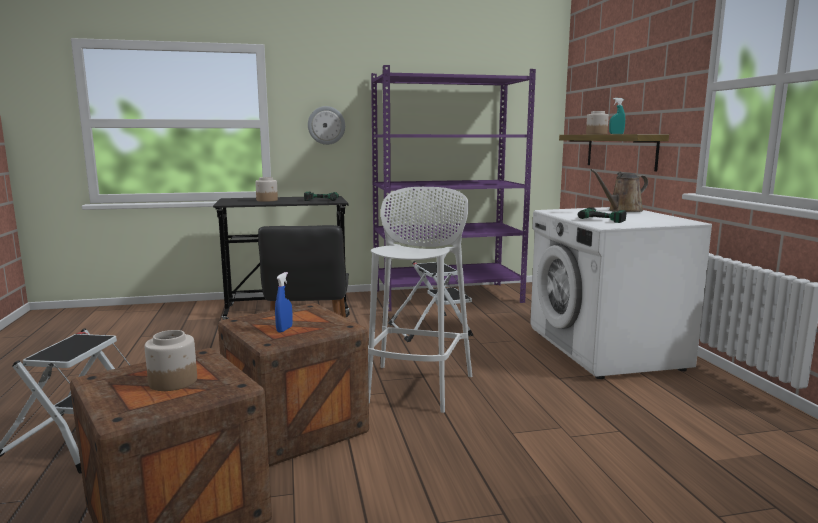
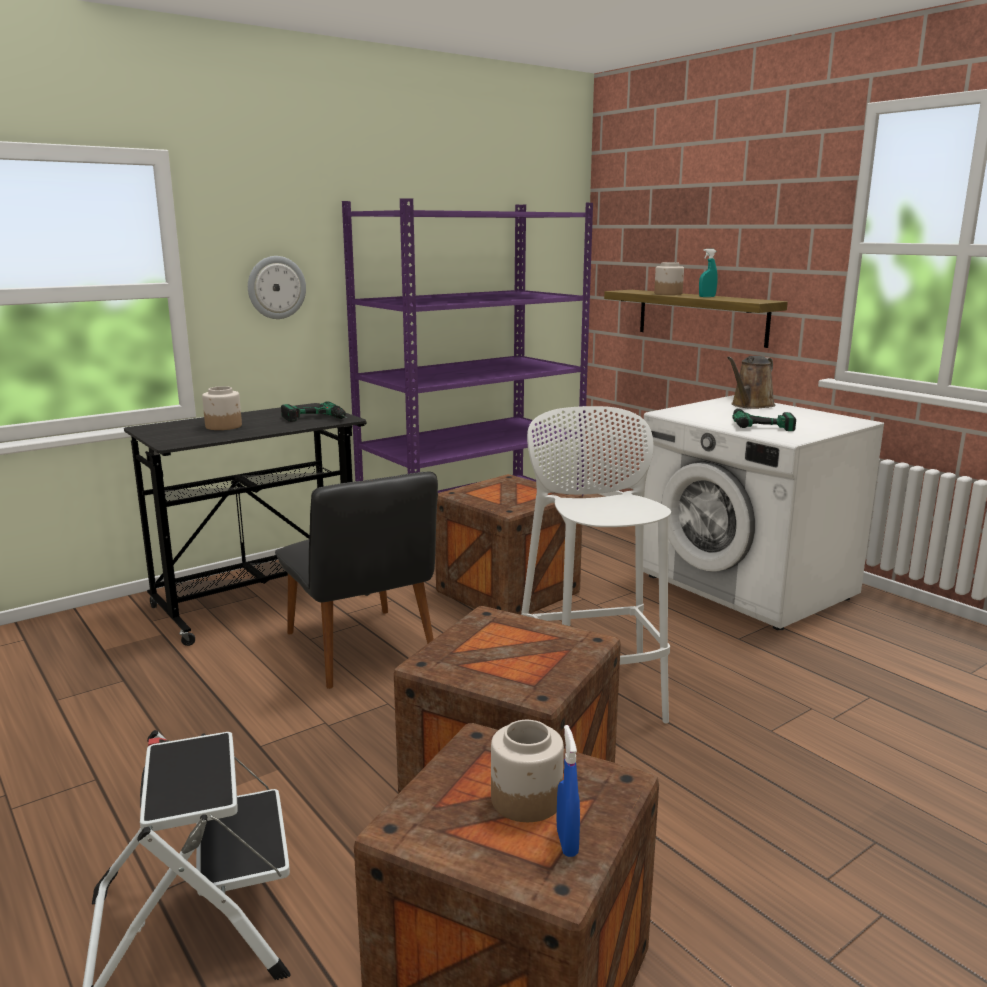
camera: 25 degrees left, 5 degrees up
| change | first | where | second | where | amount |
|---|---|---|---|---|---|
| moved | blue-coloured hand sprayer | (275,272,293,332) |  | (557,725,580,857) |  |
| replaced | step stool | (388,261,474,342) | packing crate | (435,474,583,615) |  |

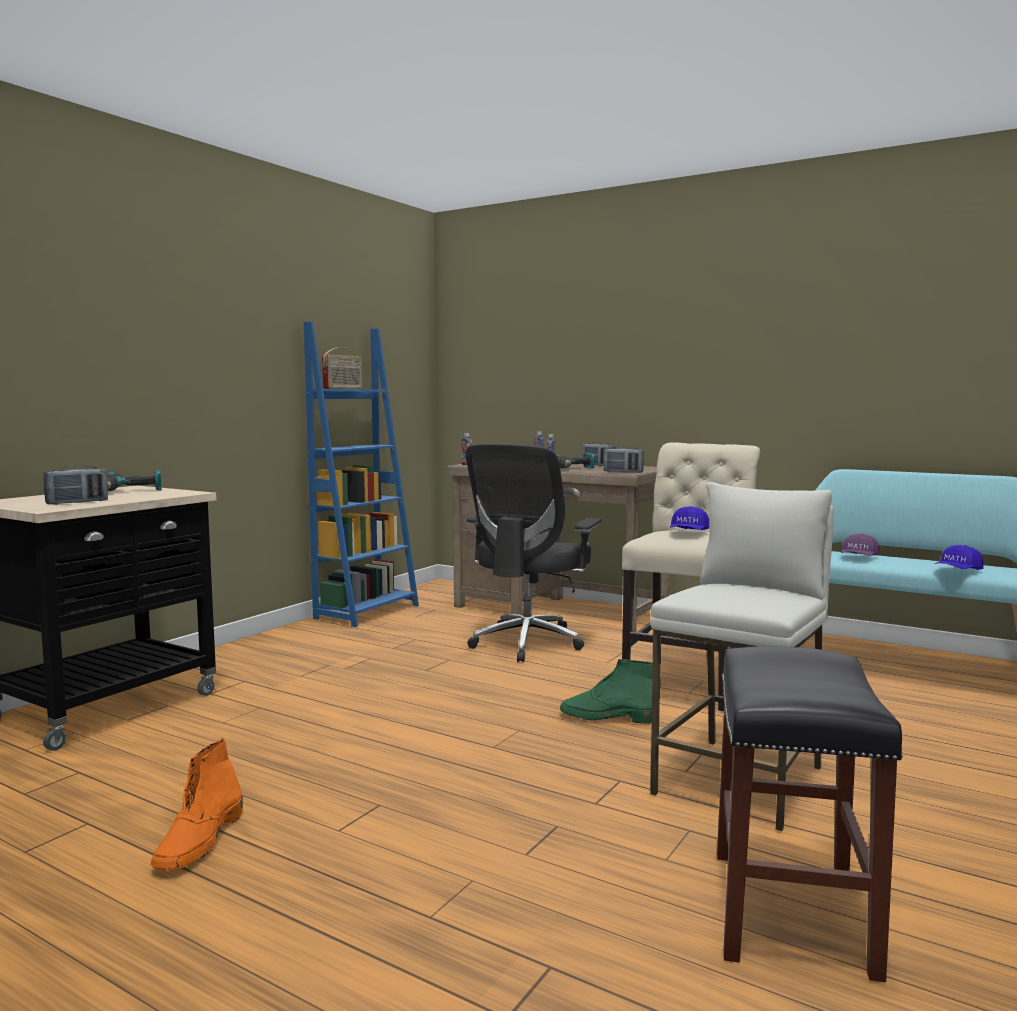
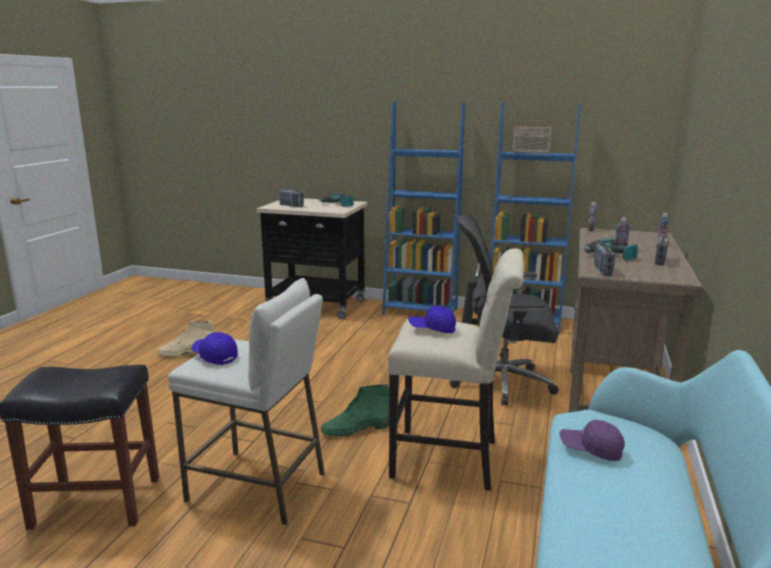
camera: 75 degrees right, 10 degrees up
| change | first | where | second | where | amount |
|---|---|---|---|---|---|
| recoloured | orange boot | (151,738,243,871) | beige-coloured boot | (157,321,214,358) |  |
| turned | green-coloured boot | (560,659,661,724) |  | (321,384,389,437) | 105 degrees counterclockwise |
| moved | blue-coloured peaked cap | (935,545,983,570) |  | (192,332,238,365) |  |
| added |  |  | blue-coloured bookcase | (382,101,465,315) |  |

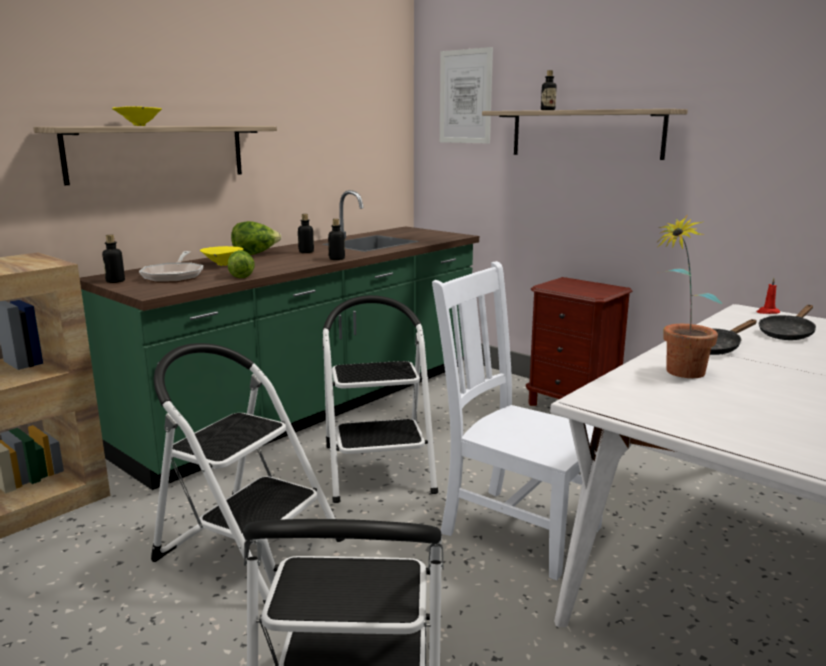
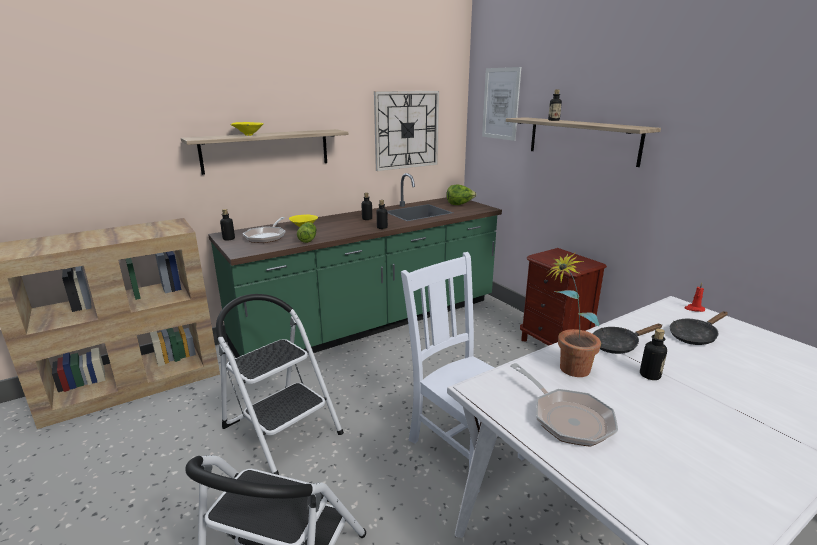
camera: 15 degrees right, 5 degrees up
| change | first | where | second | where | amount |
|---|---|---|---|---|---|
| moved | lettuce head | (231,221,281,255) |  | (446,184,477,205) |  |
| removed | step stool | (322,295,438,503) |  |  |  |
| added |  |  | wall clock | (374,91,439,171) |  |
| added |  |  | skillet | (510,363,618,447) |  |
| added |  |  | drink bottle | (640,329,667,380) |  |

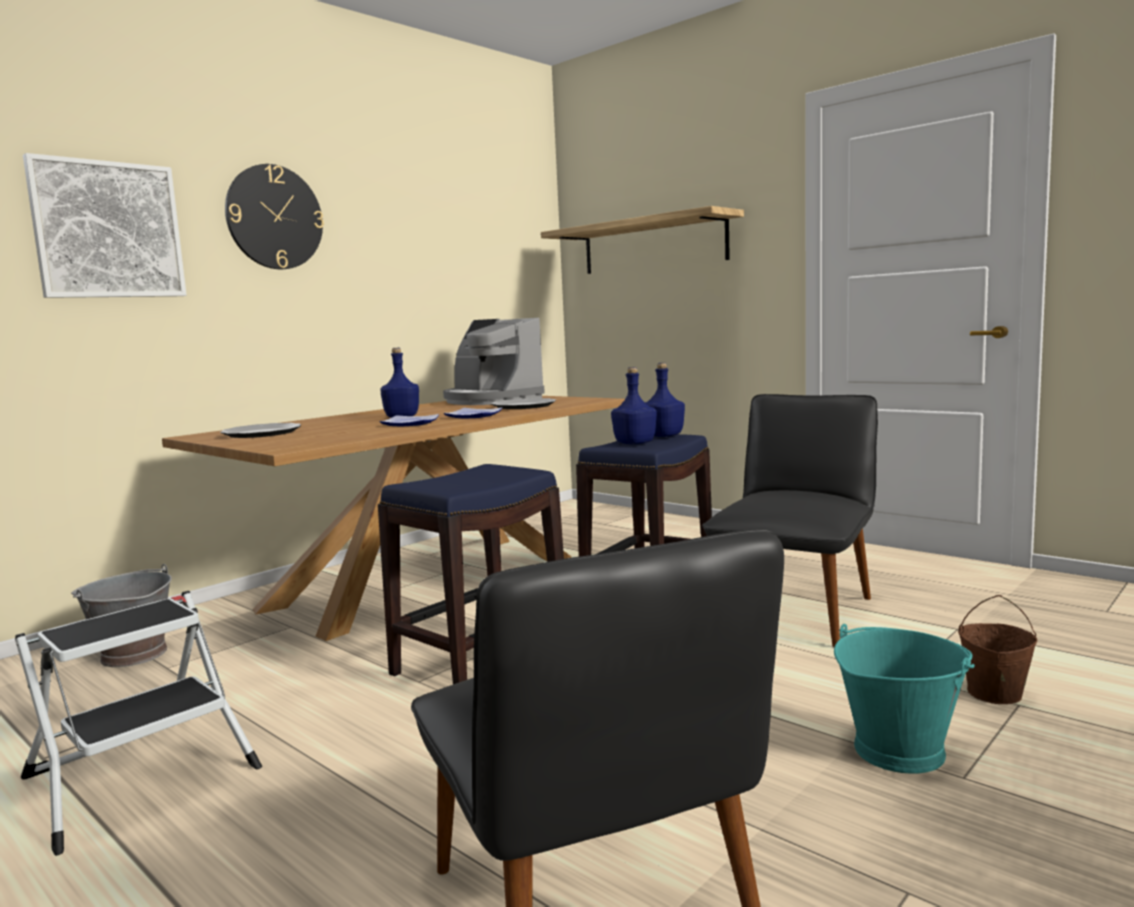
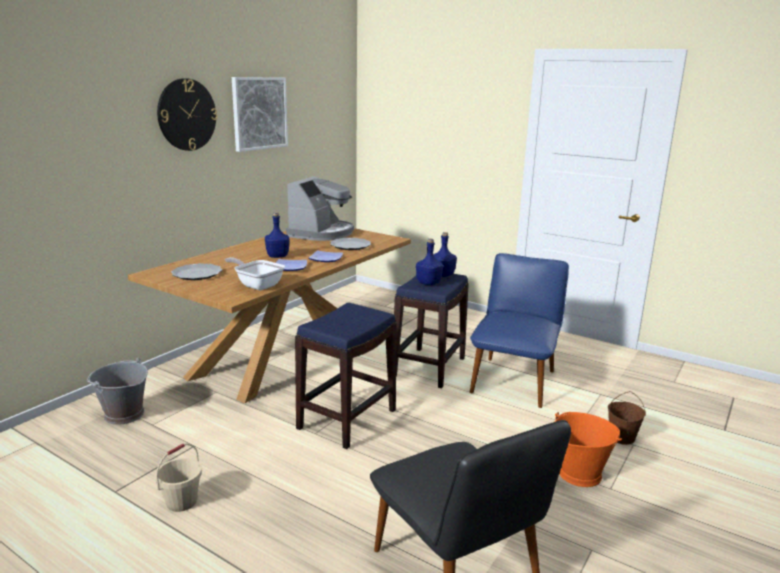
camera: 10 degrees left, 10 degrees up
| change | first | where | second | where | amount |
|---|---|---|---|---|---|
| replaced | step stool | (15,591,262,856) | beige-coloured pail | (155,443,202,512) |  |
| moved | wall picture | (23,153,187,298) |  | (232,77,288,152) |  |
| turned | coffee maker | (443,318,545,405) |  | (286,176,354,241) | 105 degrees counterclockwise |
| removed | bracket shelf | (541,206,744,274) |  |  |  |
| recoloured | blackish upright chair | (702,394,878,647) | blue-coloured upright chair | (470,253,569,408) |  |
| recoloured | turquoise-coloured pail | (834,624,975,774) | orange pail | (555,412,622,487) |  |
| added |  |  | skillet | (225,257,285,290) |  |

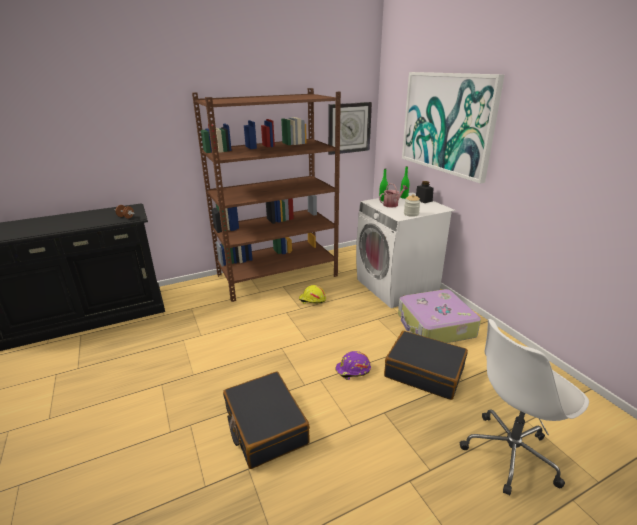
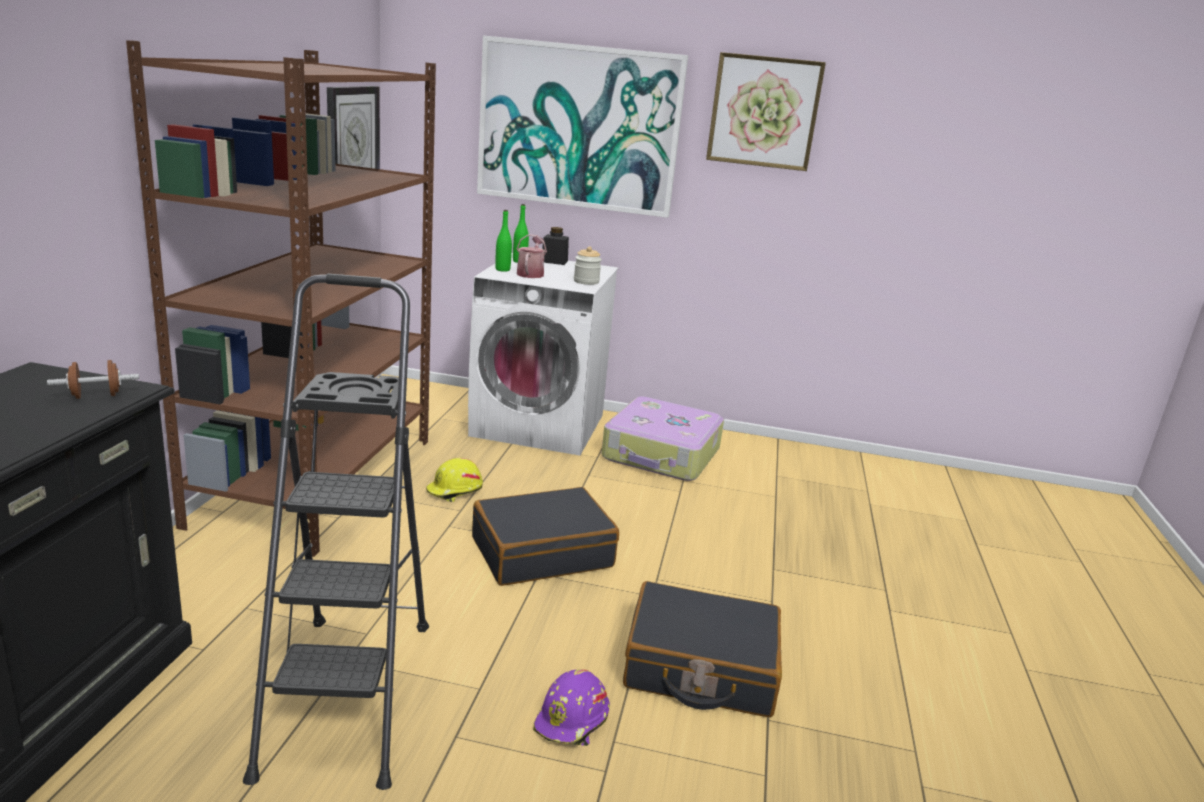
camera: 55 degrees left, 5 degrees down
| change | first | where | second | where | amount |
|---|---|---|---|---|---|
| moved | purple safety helmet | (335,351,371,380) |  | (533,669,610,746) |  |
| moved | blackish piece of luggage | (384,331,468,400) |  | (472,487,619,586) |  |
| removed | white-coloured office chair | (460,319,589,496) |  |  |  |
| added |  |  | step stool | (243,274,429,790) |  |
| added |  |  | wall picture | (706,52,826,171) |  |

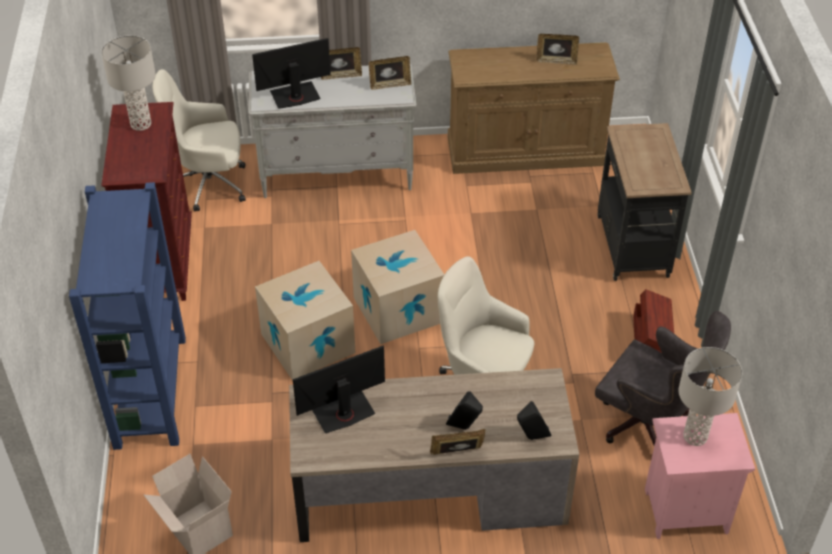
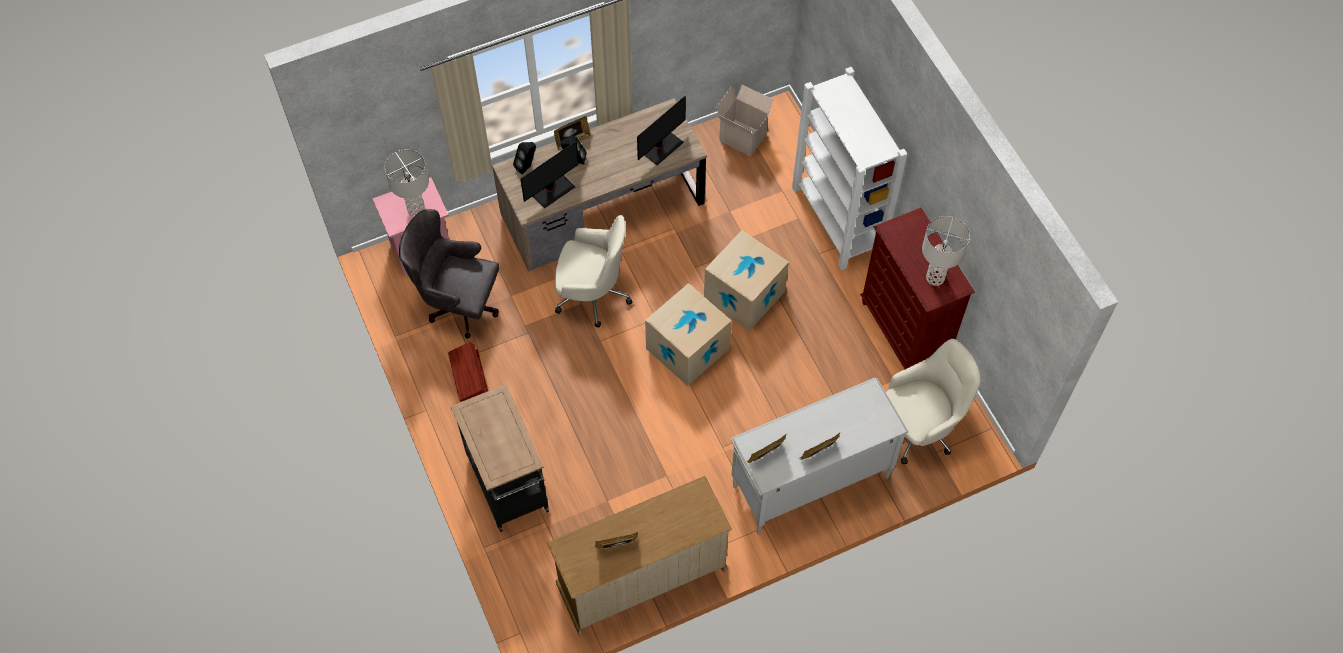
camera: 160 degrees right, 15 degrees up
| change | first | where | second | where | amount |
|---|---|---|---|---|---|
| recoloured | blue-coloured bookcase | (69,182,186,450) | white-coloured bookcase | (792,67,907,270) |  |
| moved | computer screen | (252,38,331,109) |  | (521,141,579,209) |  |

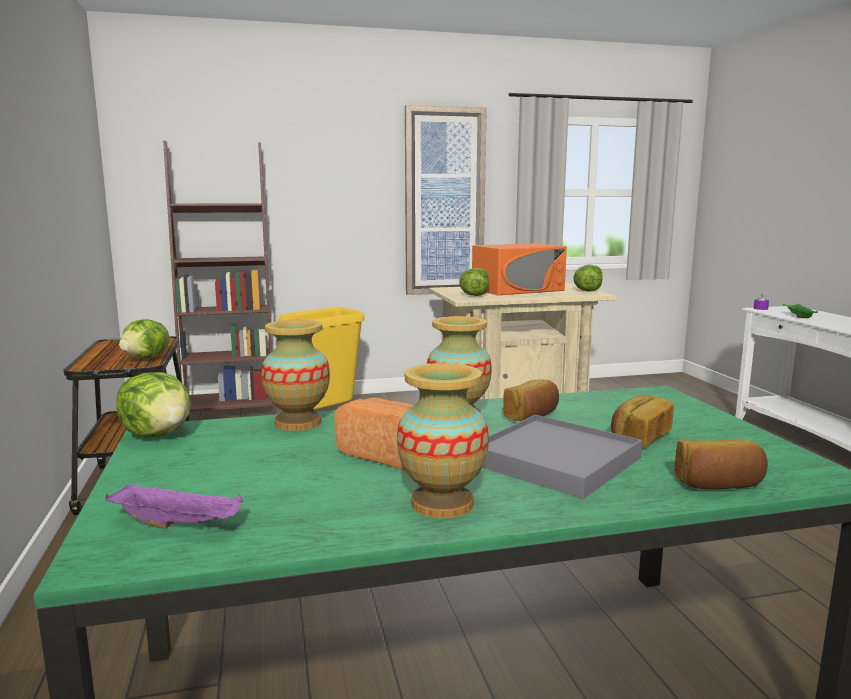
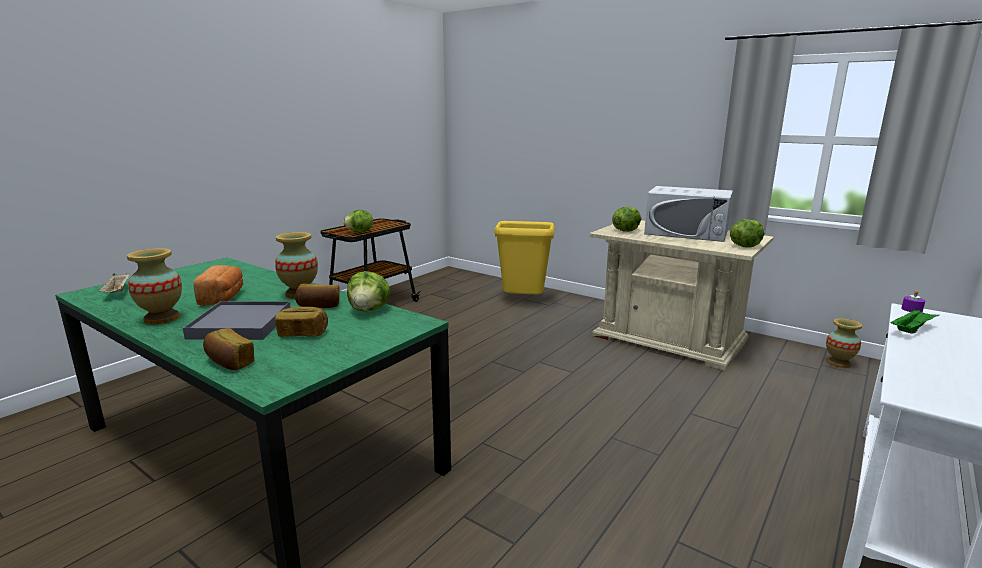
camera: 50 degrees right, 5 degrees up
| change | first | where | second | where | amount |
|---|---|---|---|---|---|
| recoloured | purple tray | (105,483,243,529) | beige-coloured tray | (99,273,130,293) |  |
| moved | lettuce head | (116,372,191,438) |  | (347,271,390,311) |  |
| removed | brown bookcase | (163,141,276,415) |  |  |  |
| moved | decorative vase | (261,320,330,431) |  | (826,318,862,368) |  |
| removed | wall picture | (405,105,487,295) |  |  |  |
| recoloured | orange kitchen microwave | (472,243,567,295) | white-coloured kitchen microwave | (644,186,733,242) |  |

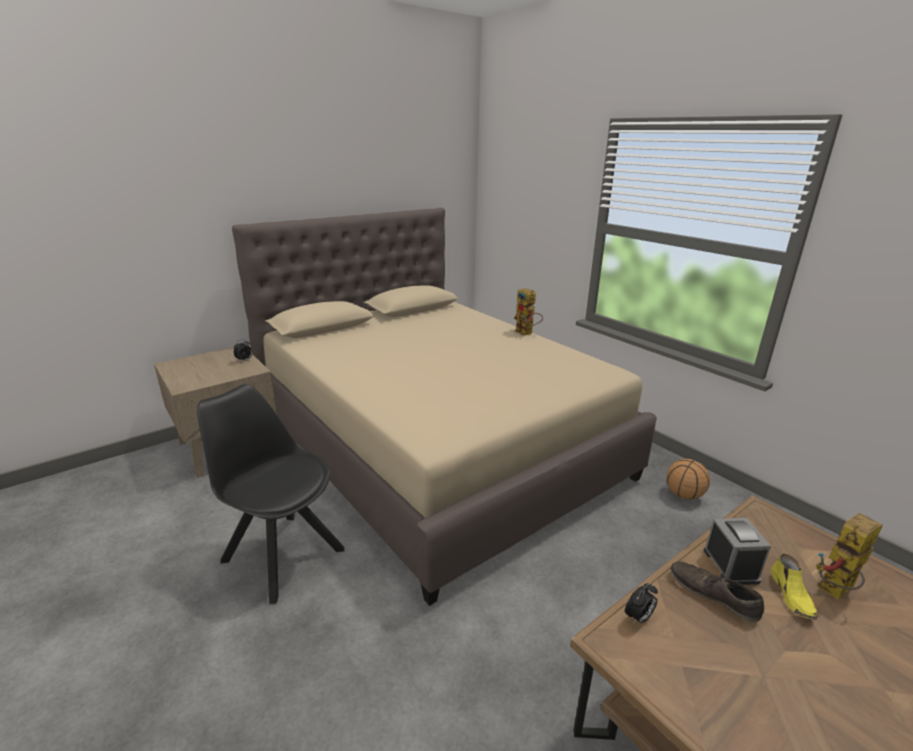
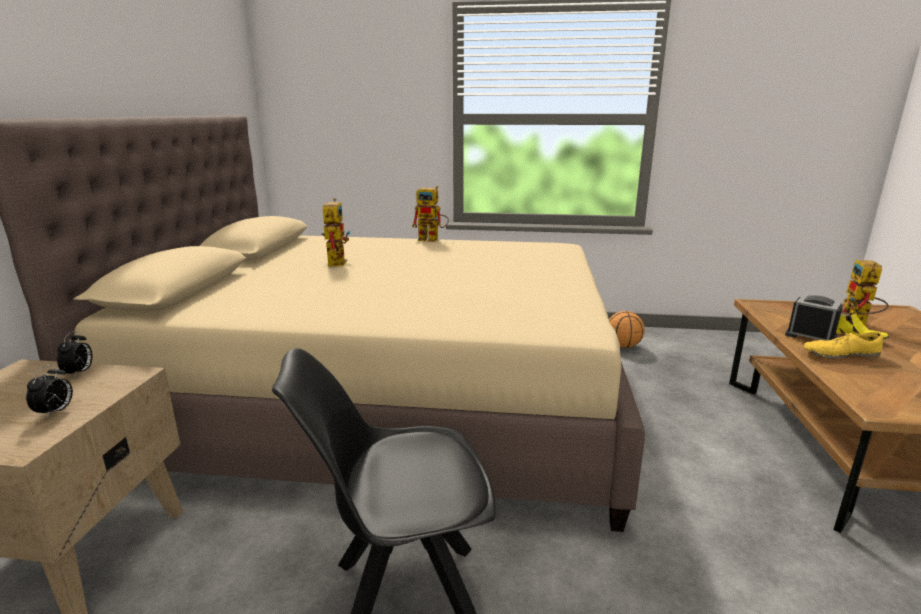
camera: 45 degrees left, 5 degrees down
| change | first | where | second | where | amount |
|---|---|---|---|---|---|
| moved | table clock | (625,583,658,625) |  | (26,365,73,419) |  |
| recoloured | brown low shoe | (671,561,764,622) | yellow low shoe | (803,332,883,359) |  |
| added |  |  | toy robot | (322,198,350,266) |  |

